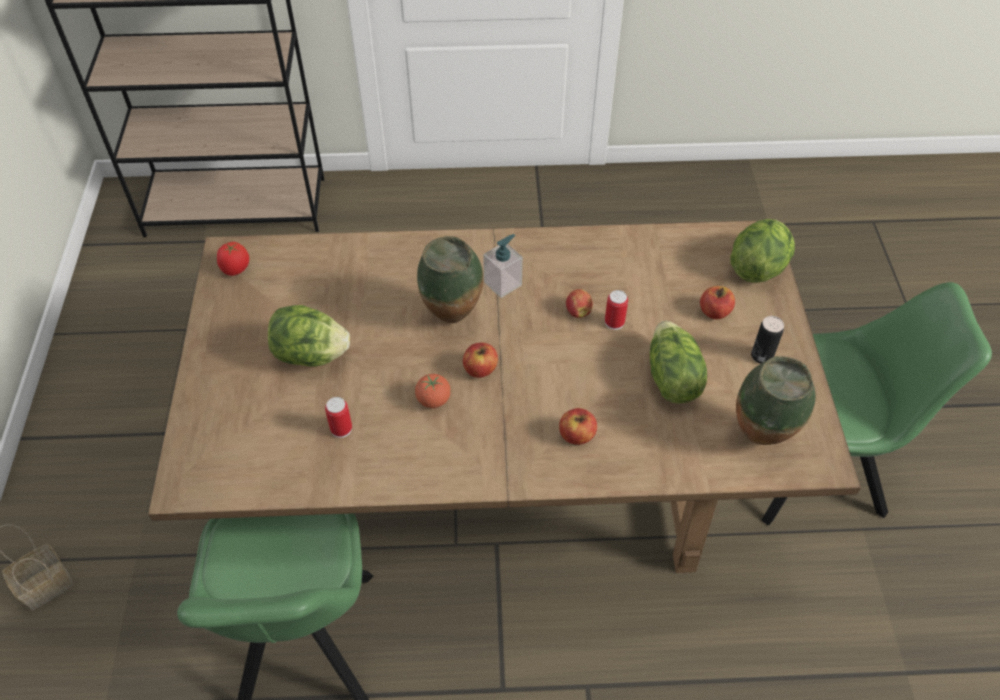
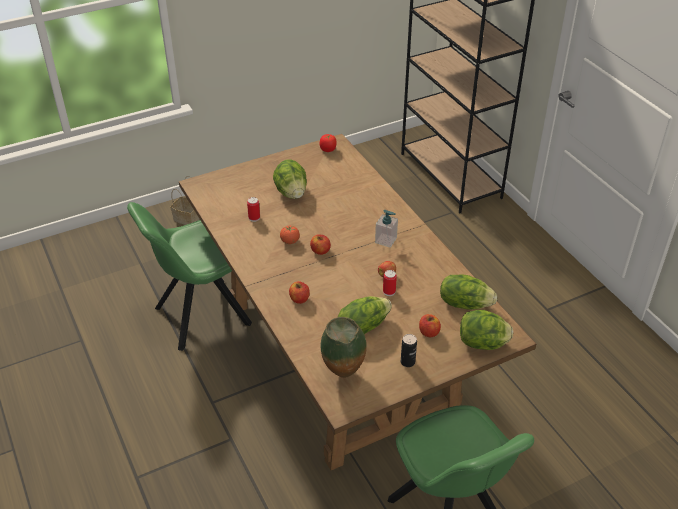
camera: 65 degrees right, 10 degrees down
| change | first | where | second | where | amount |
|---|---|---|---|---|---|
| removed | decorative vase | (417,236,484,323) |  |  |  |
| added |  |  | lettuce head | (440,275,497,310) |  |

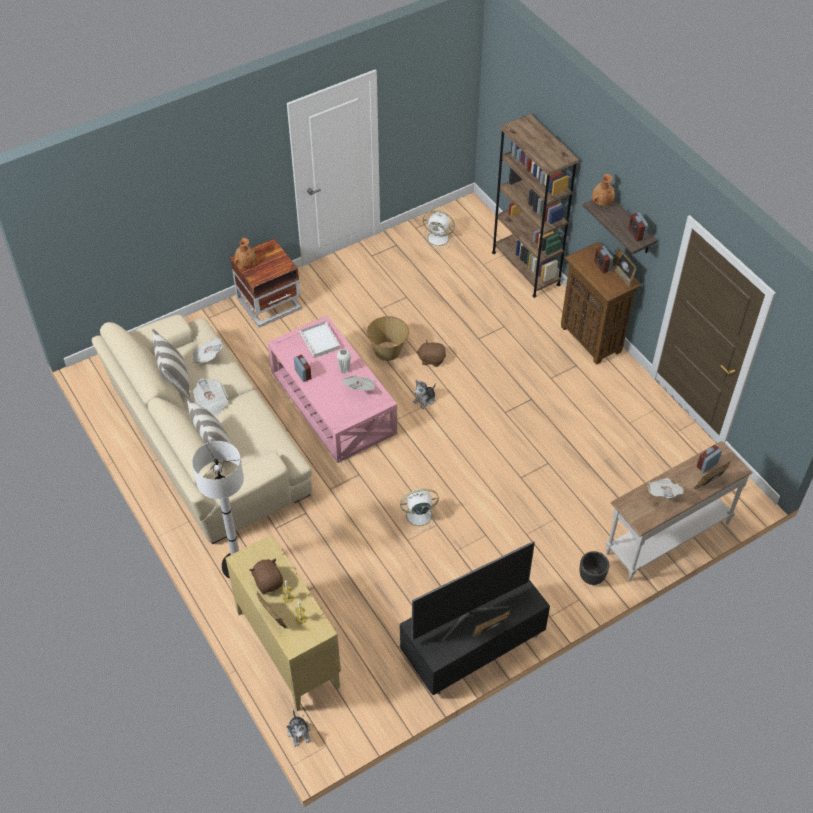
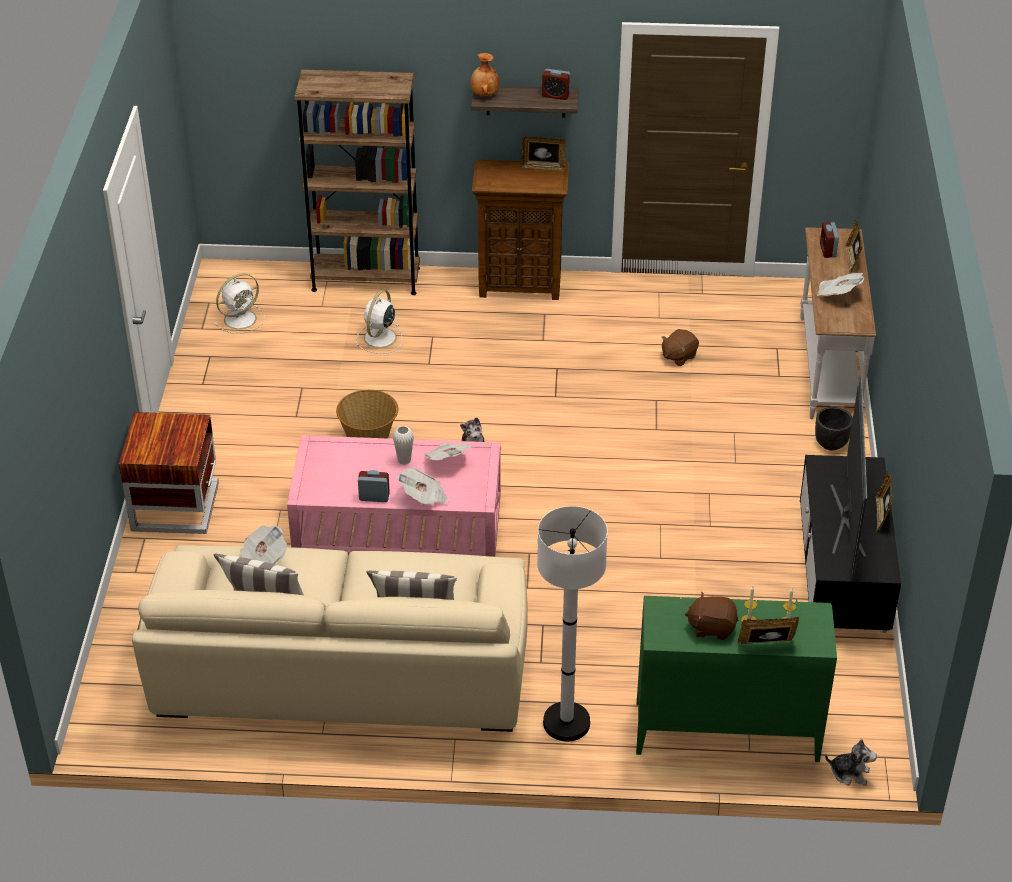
camera: 55 degrees left, 10 degrees down
| change | first | where | second | where | amount |
|---|---|---|---|---|---|
| moved | newspaper | (193,378,229,416) |  | (397,468,449,505) |  |
| recoloured | beige-coloured chest of drawers | (226,535,341,712) | green-coloured chest of drawers | (636,596,837,762) |  |
| removed | brown decorative vase | (234,238,257,267) |  |  |  |
| removed | white-coloured tray | (299,321,340,358) |  |  |  |
| moved | white-coloured cooling fan | (399,489,440,532) |  | (356,290,402,354) |  |
| moved | brown plush toy | (417,340,446,367) |  | (662,329,699,366) |  |
| removed | table clock | (594,246,613,273) |  |  |  |

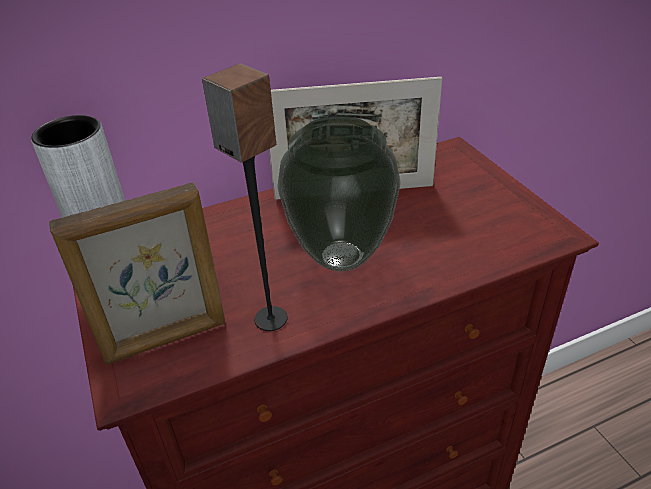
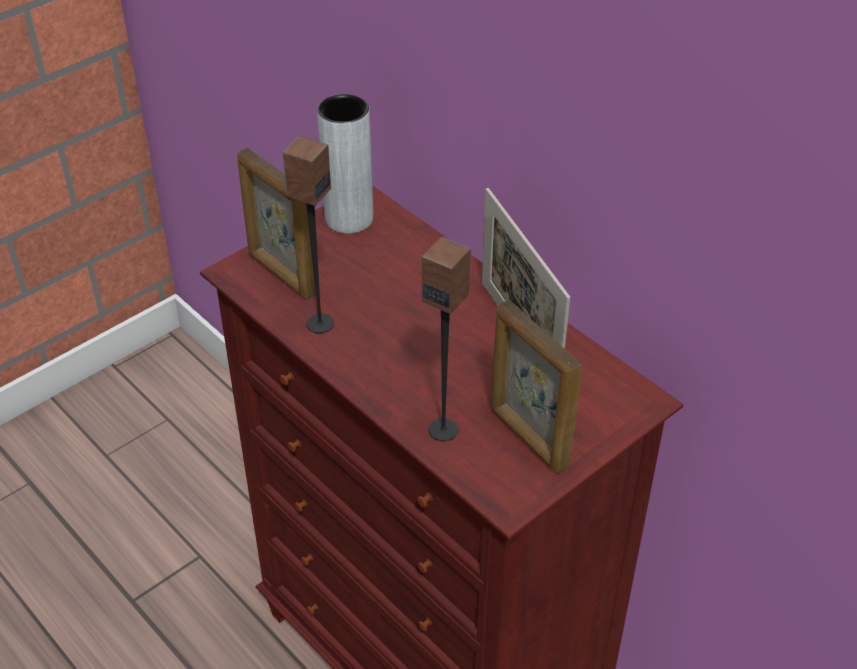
camera: 70 degrees right, 5 degrees up
| change | first | where | second | where | amount |
|---|---|---|---|---|---|
| removed | decorative vase | (277,116,401,271) |  |  |  |
| added |  |  | speaker | (422,237,471,441) |  |
| added |  |  | photo frame | (491,299,582,474) |  |

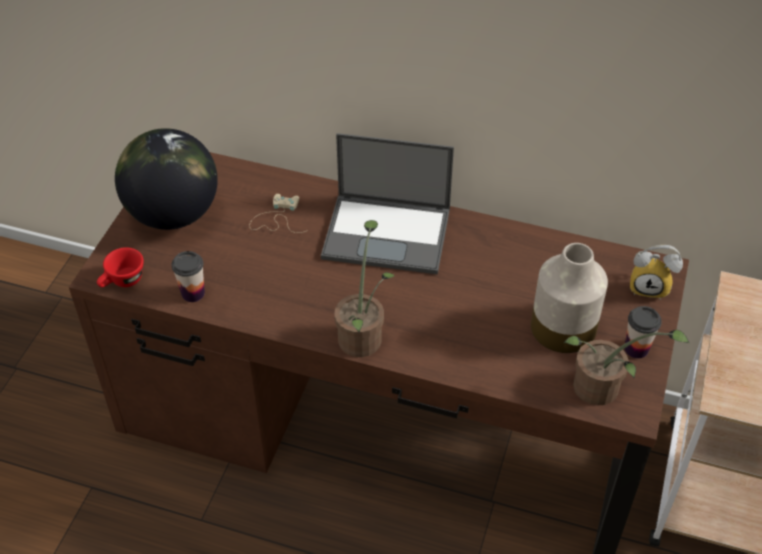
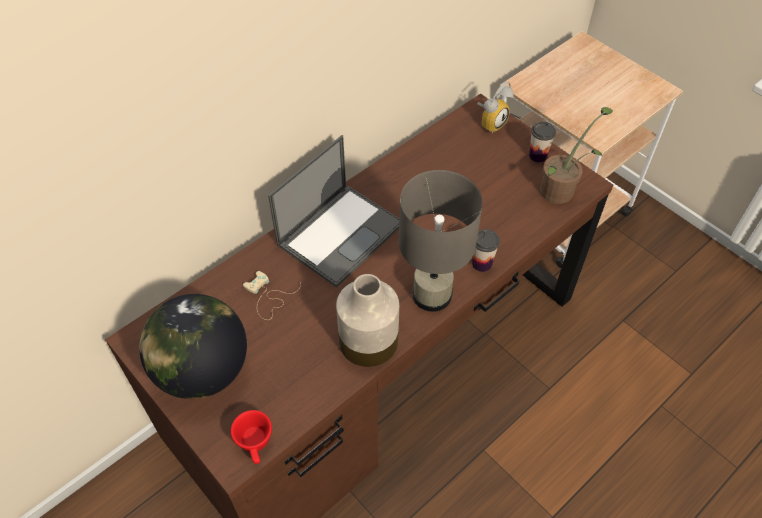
camera: 60 degrees left, 5 degrees up
| change | first | where | second | where | amount |
|---|---|---|---|---|---|
| moved | cup | (172,251,205,302) |  | (472,229,500,272) |  |
| replaced | houseplant | (334,220,395,357) | greyish lamp for a table | (399,170,482,312) |  |
| moved | beige-coloured decorative vase | (531,243,608,353) |  | (336,274,399,367) |  |

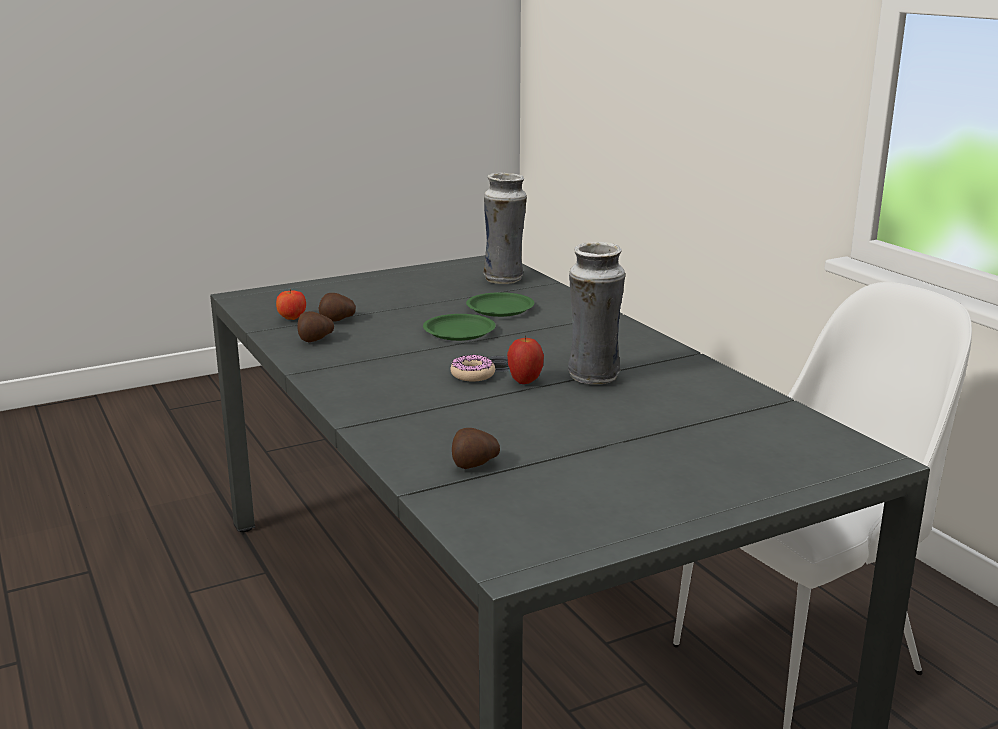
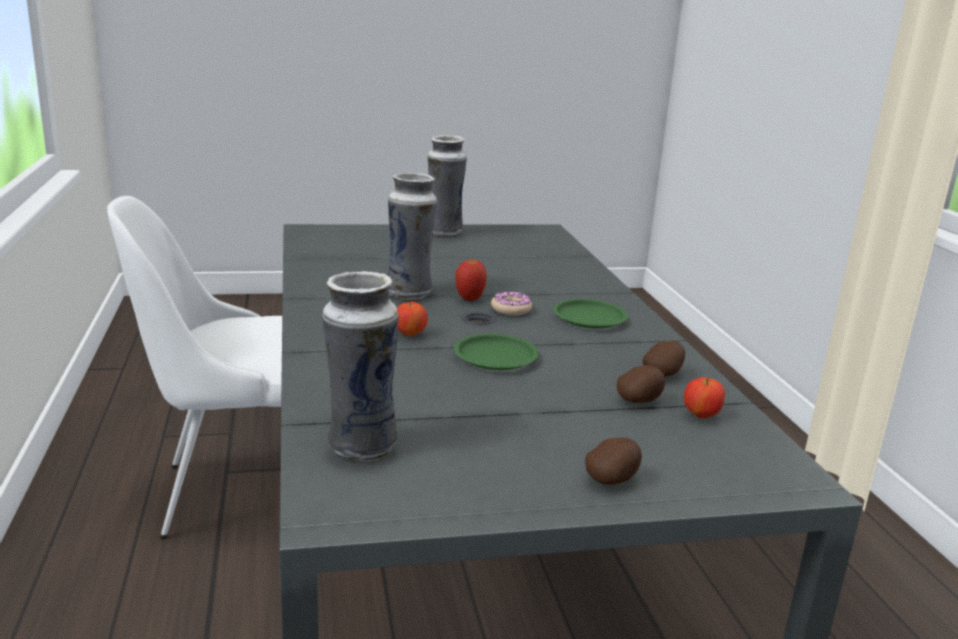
camera: 165 degrees left, 0 degrees up
| change | first | where | second | where | amount |
|---|---|---|---|---|---|
| moved | potato | (452,428,500,469) |  | (585,437,642,485) |  |
| moved | green-coloured dinner plate | (466,292,534,317) |  | (553,299,628,329) |  |
| added |  |  | apple | (397,301,428,336) |  |
| added |  |  | decorative vase | (428,135,467,236) |  |

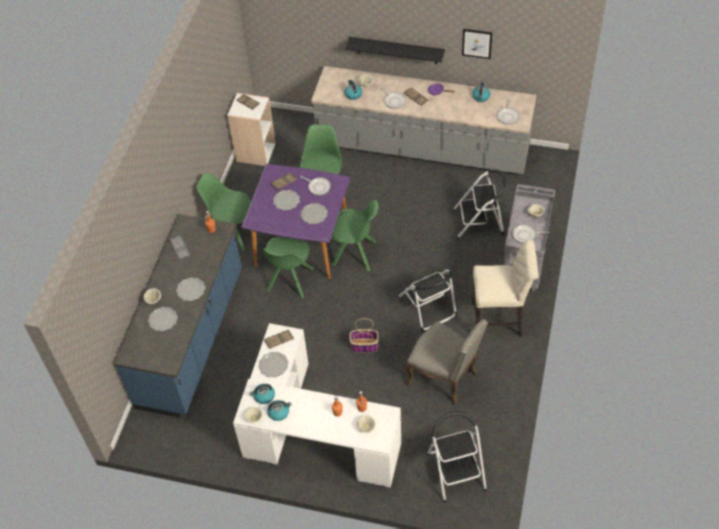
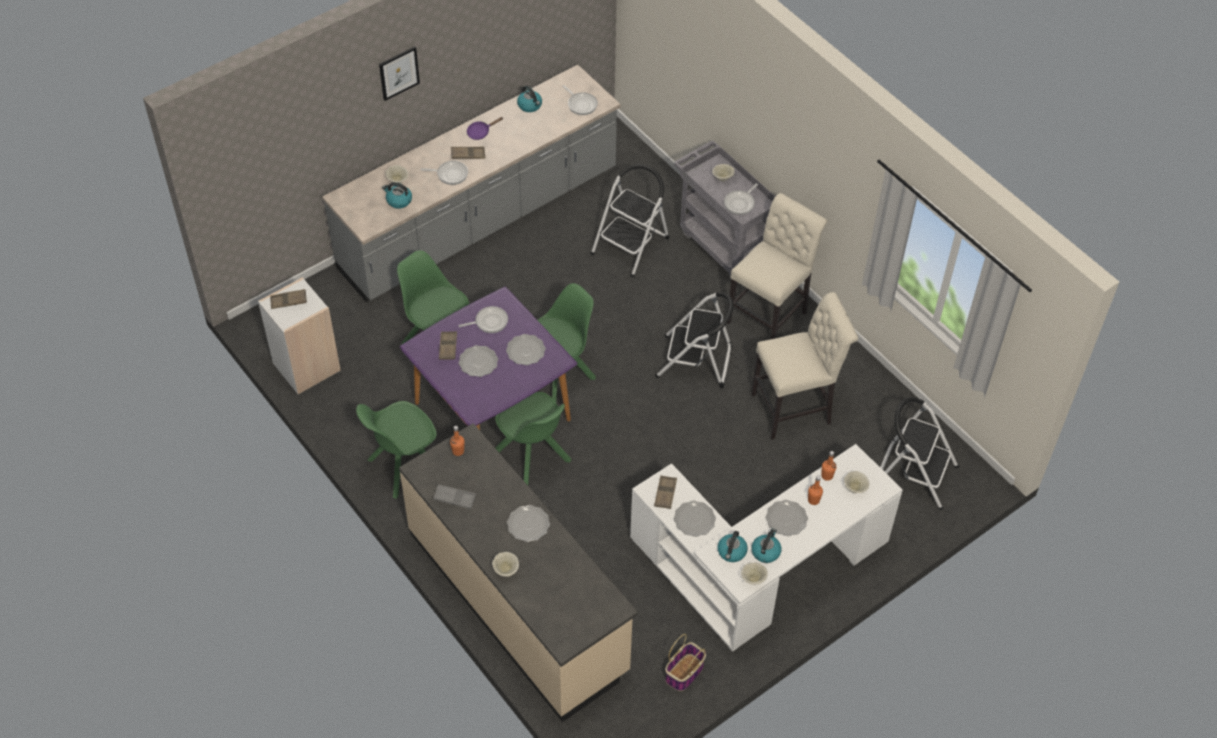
camera: 55 degrees left, 0 degrees up
| change | first | where | second | where | amount |
|---|---|---|---|---|---|
| recoloured | blue-coloured counter | (114,214,242,418) | beige-coloured counter | (399,423,638,722) |  |
| moved | dinner plate | (148,307,178,332) |  | (766,500,808,536) |  |
| removed | blackish bracket shelf | (345,37,445,64) |  |  |  |
| moved | household basket | (349,318,378,353) |  | (665,634,706,691) |  |
| replaced | greyish upright chair | (405,319,488,405) | beige-coloured stool seat | (751,292,858,440) |  |
| moved | wall picture | (462,29,493,59) |  | (379,46,420,101) |  |

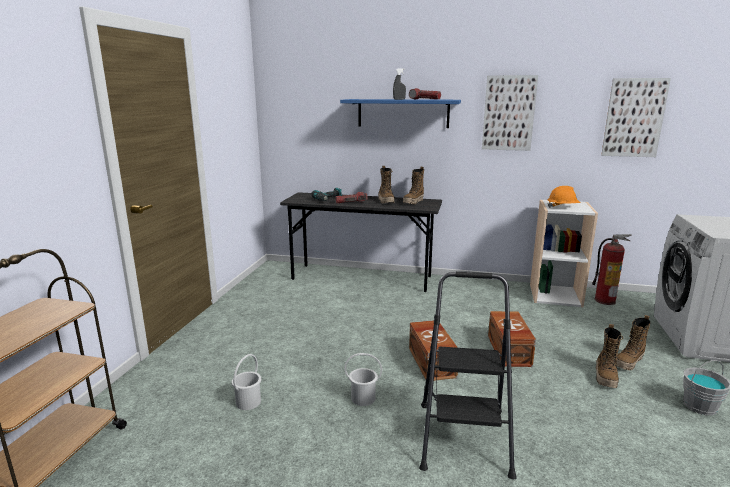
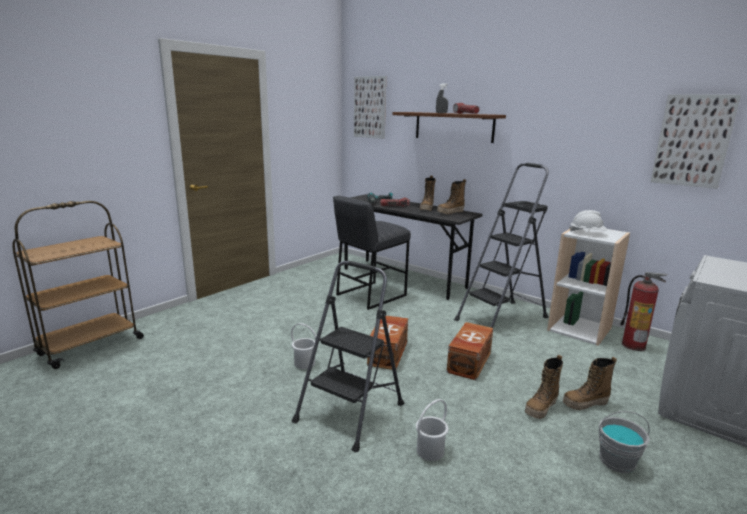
camera: 25 degrees right, 0 degrees up
| change | first | where | second | where | amount |
|---|---|---|---|---|---|
| moved | white-coloured pail | (232,354,261,410) |  | (416,399,448,461) |  |
| recoloured | blue-coloured bracket shelf | (340,99,461,128) | brown bracket shelf | (392,112,506,143) |  |
| moved | wall picture | (482,75,538,151) |  | (354,76,386,139) |  |
| recoloured | orange safety helmet | (547,186,581,208) | white-coloured safety helmet | (569,210,607,232) |  |
| added |  |  | greyish stool seat | (333,196,411,310) |  |
| added |  |  | step stool | (454,163,549,328) |  |

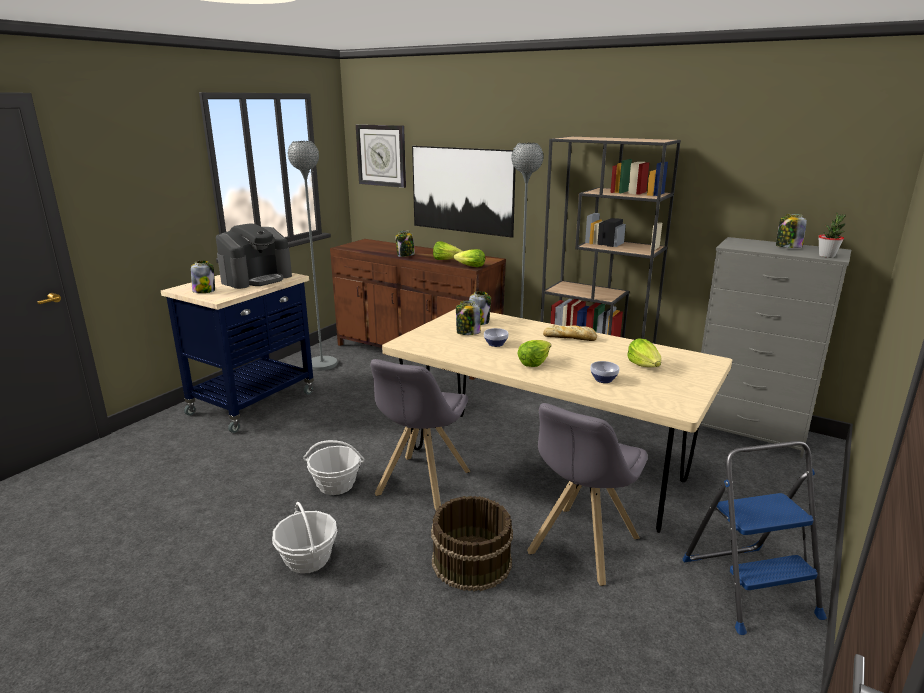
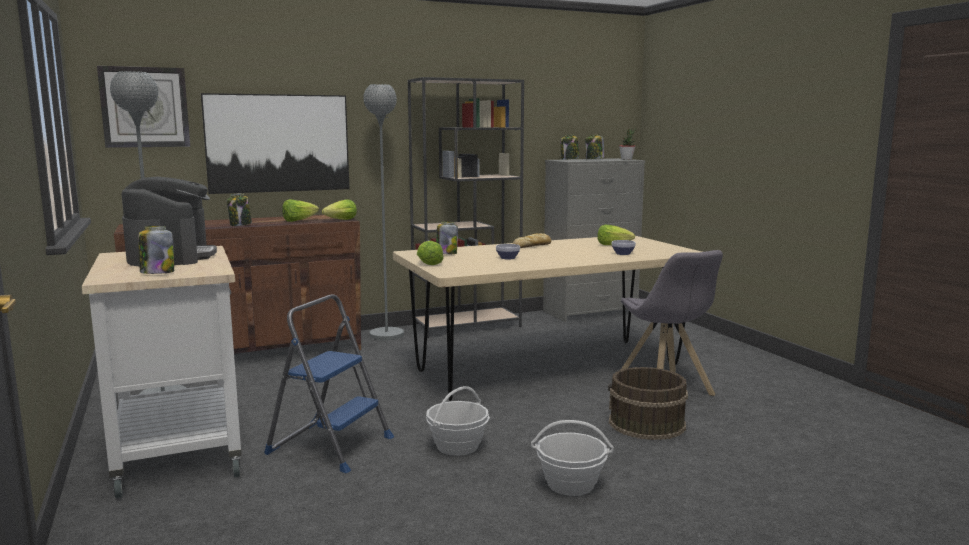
camera: 55 degrees left, 10 degrees down
| change | first | where | second | where | amount |
|---|---|---|---|---|---|
| recoloured | blue-coloured trolley | (161,273,314,433) | white-coloured trolley | (82,246,242,498) |  |
| removed | greyish upright chair | (370,359,470,510) |  |  |  |
| moved | jar | (456,300,481,335) |  | (560,134,579,160) |  |
| moved | lettuce head | (518,340,551,367) |  | (417,241,444,265) |  |
| moved | blue-coloured step stool | (683,441,827,635) |  | (264,295,394,473) |  |

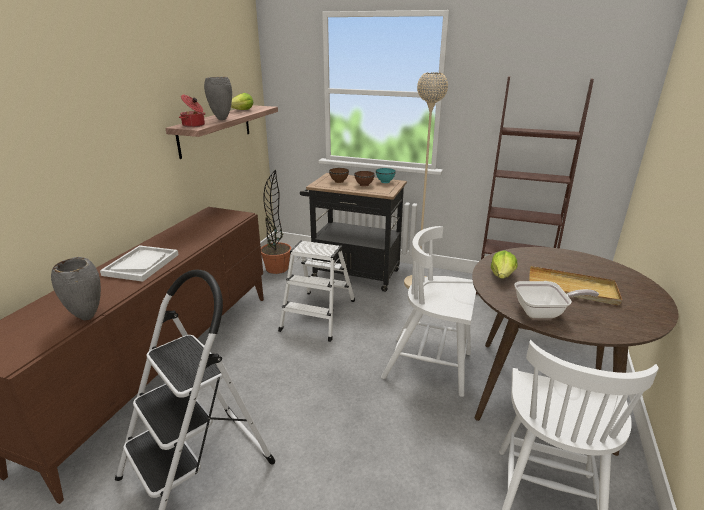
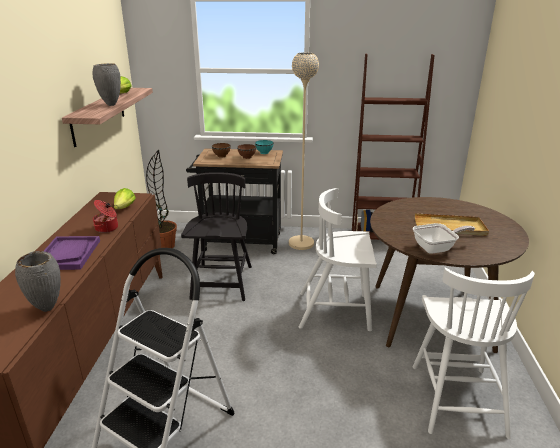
camera: 15 degrees left, 0 degrees up
| change | first | where | second | where | amount |
|---|---|---|---|---|---|
| recoloured | white-coloured tray | (100,245,179,282) | purple tray | (44,236,100,270) |  |
| moved | stockpot | (179,95,206,127) |  | (93,200,118,233) |  |
| replaced | white-coloured step stool | (278,240,355,342) | blackish upright chair | (181,172,252,301) |  |
| moved | lettuce head | (491,250,518,279) |  | (114,188,136,209) |  |

